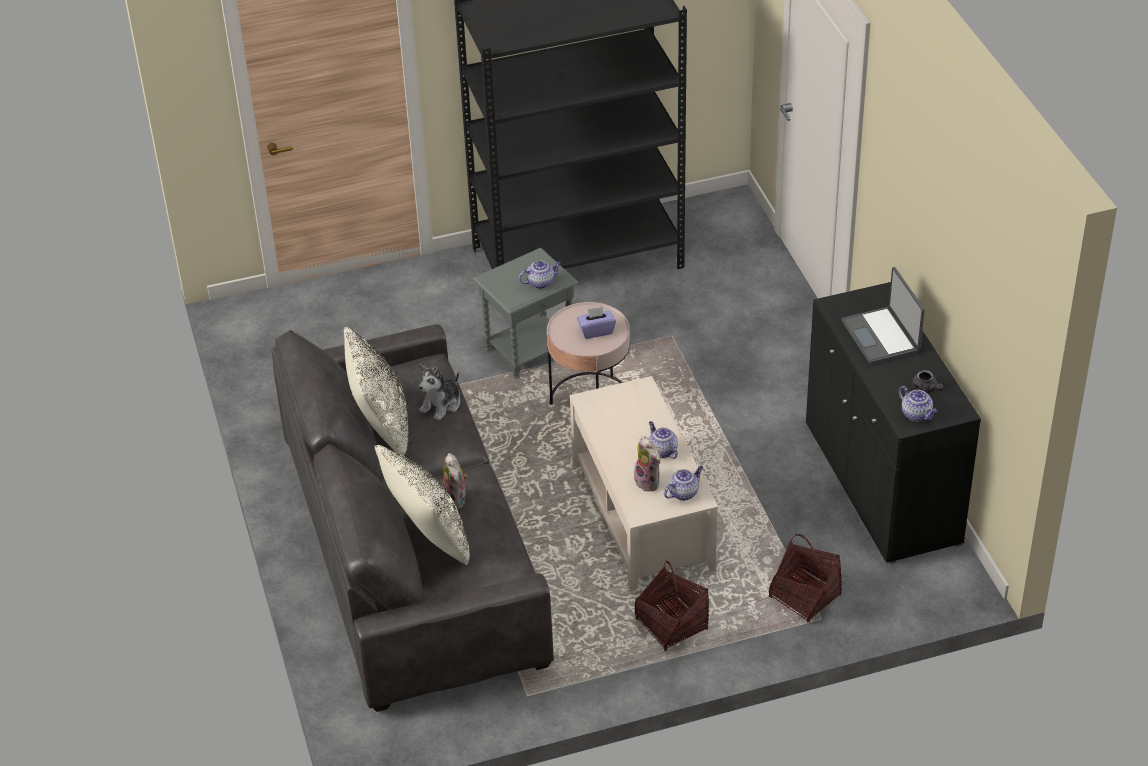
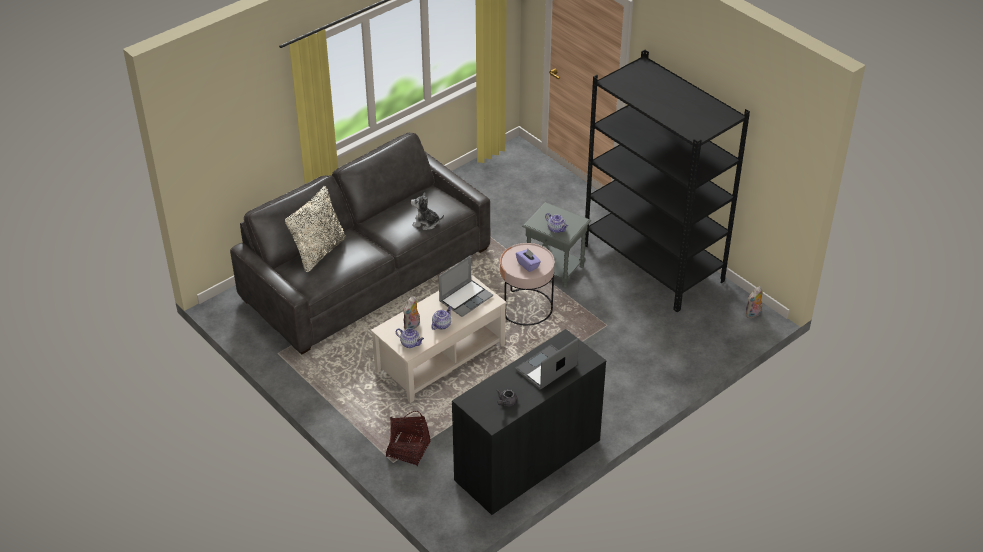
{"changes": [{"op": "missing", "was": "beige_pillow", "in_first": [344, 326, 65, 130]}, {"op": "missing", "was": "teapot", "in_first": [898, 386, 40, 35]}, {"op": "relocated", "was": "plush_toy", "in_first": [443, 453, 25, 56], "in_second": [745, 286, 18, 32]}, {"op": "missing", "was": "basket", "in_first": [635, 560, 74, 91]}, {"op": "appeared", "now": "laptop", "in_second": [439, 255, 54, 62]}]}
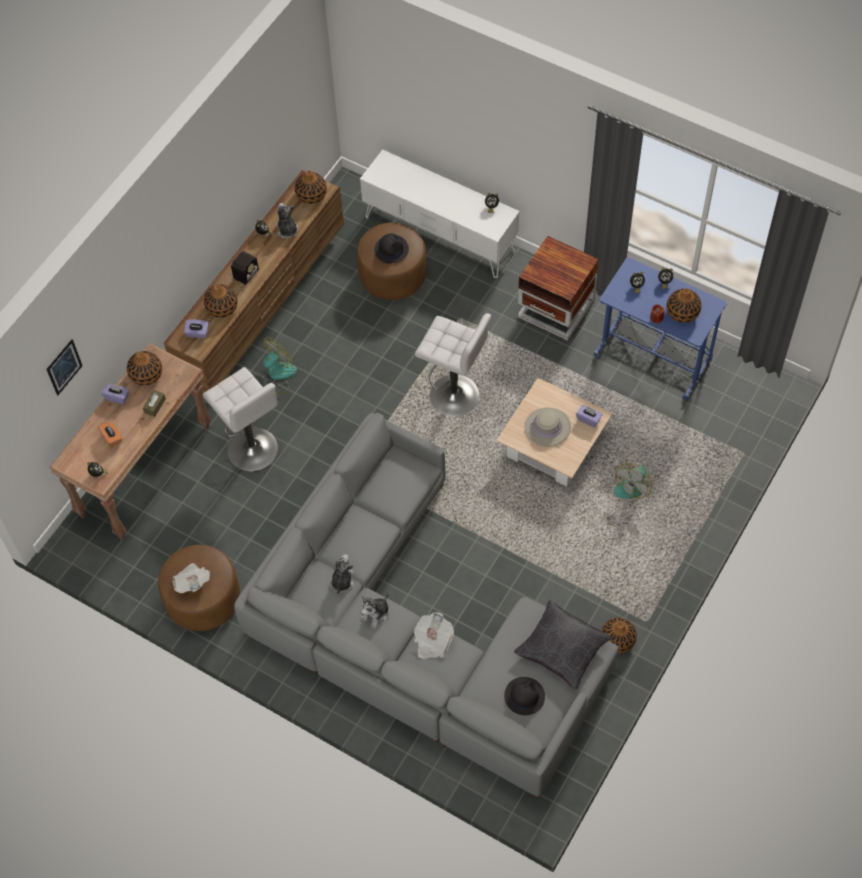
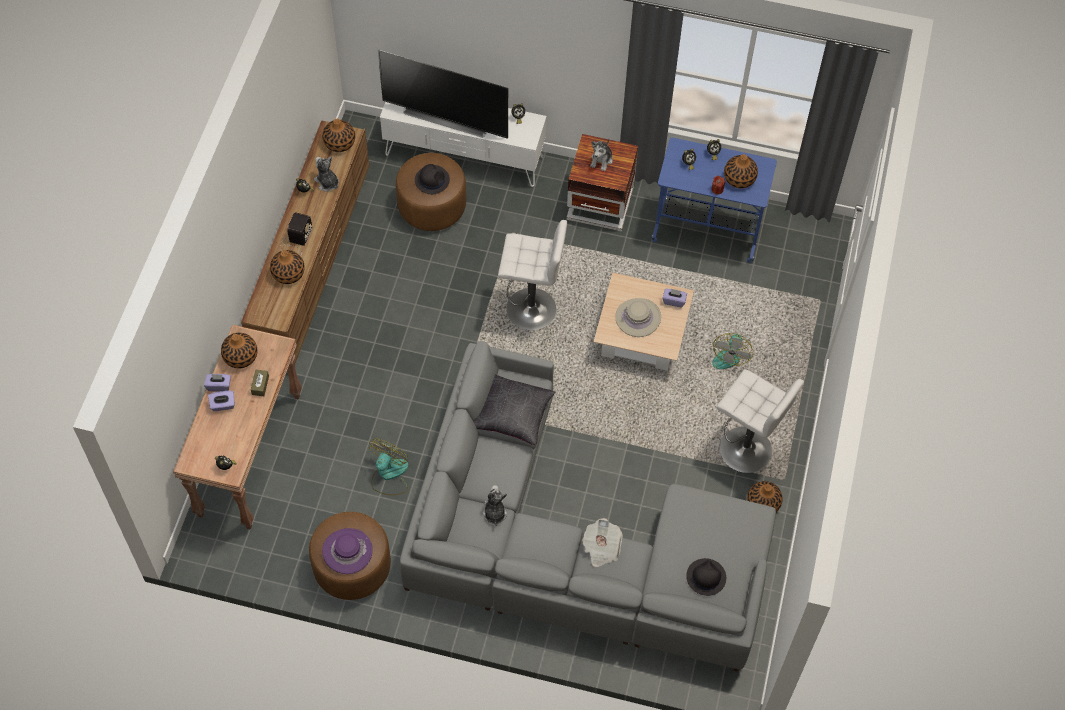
{"changes": [{"op": "relocated", "was": "purple_tissue_box", "in_first": [184, 319, 25, 19], "in_second": [208, 391, 27, 20]}, {"op": "relocated", "was": "fan", "in_first": [258, 337, 39, 57], "in_second": [369, 438, 40, 57]}, {"op": "missing", "was": "picture", "in_first": [46, 339, 37, 56]}, {"op": "relocated", "was": "white_stool", "in_first": [203, 367, 75, 104], "in_second": [717, 369, 87, 104]}, {"op": "missing", "was": "orange_tissue_box", "in_first": [98, 422, 24, 26]}, {"op": "exchanged", "was": "newspaper", "now": "purple_hat", "in_first": [173, 563, 37, 30], "in_second": [322, 528, 51, 46]}, {"op": "relocated", "was": "plush_toy", "in_first": [361, 593, 28, 36], "in_second": [590, 138, 23, 33]}, {"op": "relocated", "was": "black_pillow", "in_first": [514, 600, 98, 90], "in_second": [473, 374, 82, 71]}, {"op": "appeared", "now": "television", "in_second": [378, 49, 130, 90]}]}
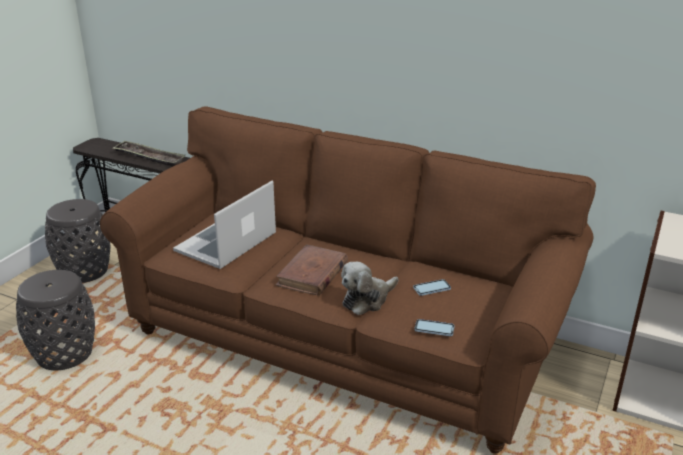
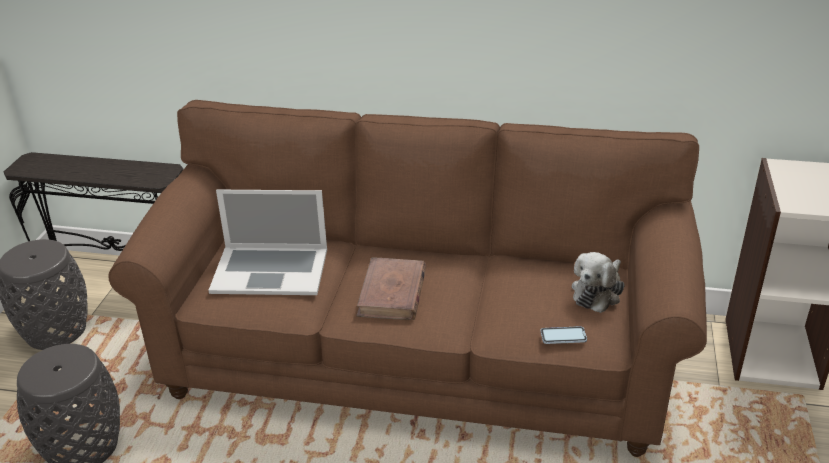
{"changes": [{"op": "missing", "was": "tray", "in_first": [113, 140, 73, 27]}, {"op": "spun", "was": "laptop", "in_first": [173, 181, 103, 88], "in_second": [209, 190, 118, 105], "clockwise": -105}, {"op": "relocated", "was": "plush_toy", "in_first": [341, 262, 57, 53], "in_second": [572, 252, 53, 61]}, {"op": "missing", "was": "phone", "in_first": [413, 279, 38, 17]}]}
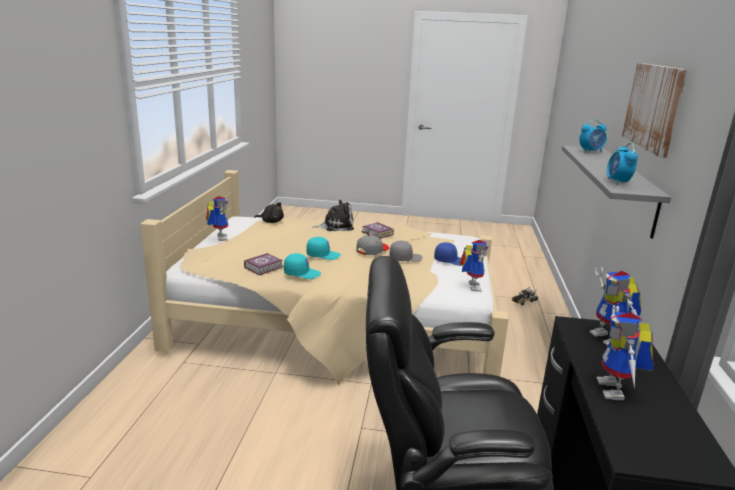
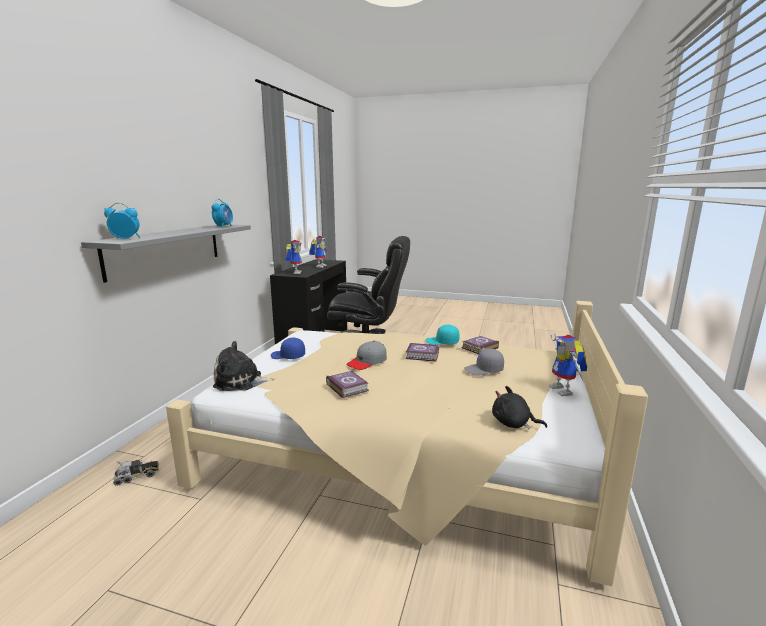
{"changes": [{"op": "missing", "was": "picture", "in_first": [622, 63, 66, 95]}, {"op": "relocated", "was": "plush_toy", "in_first": [312, 200, 42, 31], "in_second": [213, 341, 63, 50]}, {"op": "exchanged", "was": "turquoise_cap", "now": "book", "in_first": [306, 237, 35, 23], "in_second": [406, 343, 33, 19]}, {"op": "missing", "was": "toy_robot", "in_first": [459, 240, 30, 52]}, {"op": "relocated", "was": "grey_cap", "in_first": [390, 241, 33, 21], "in_second": [464, 349, 40, 27]}]}
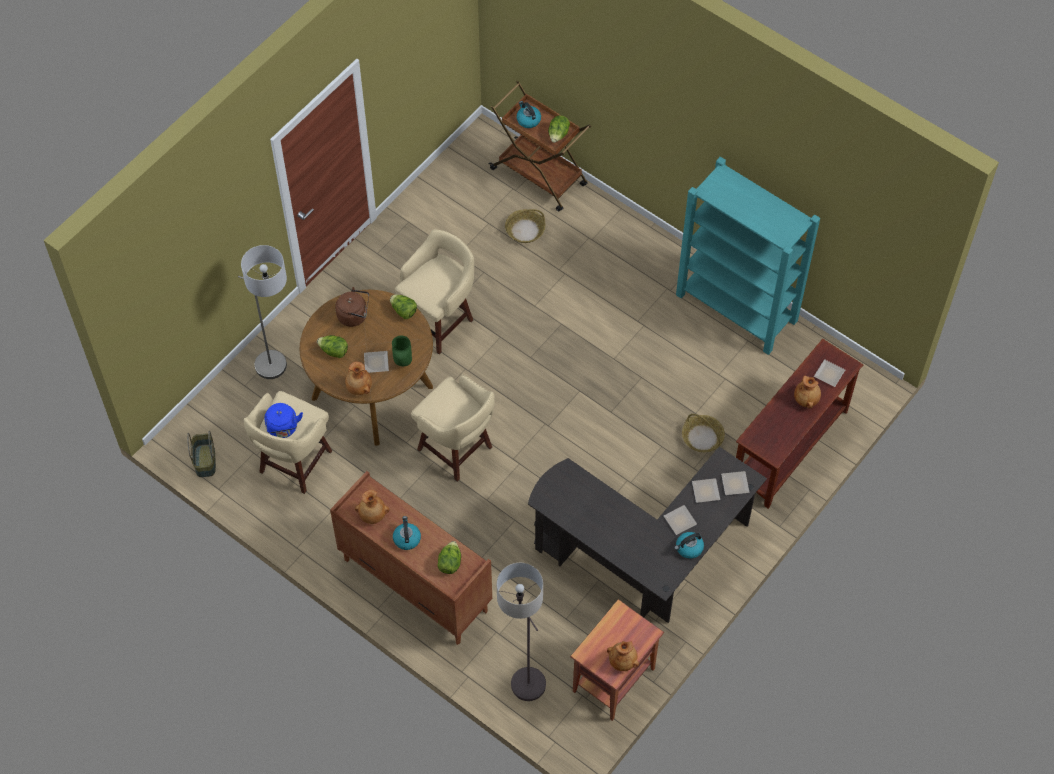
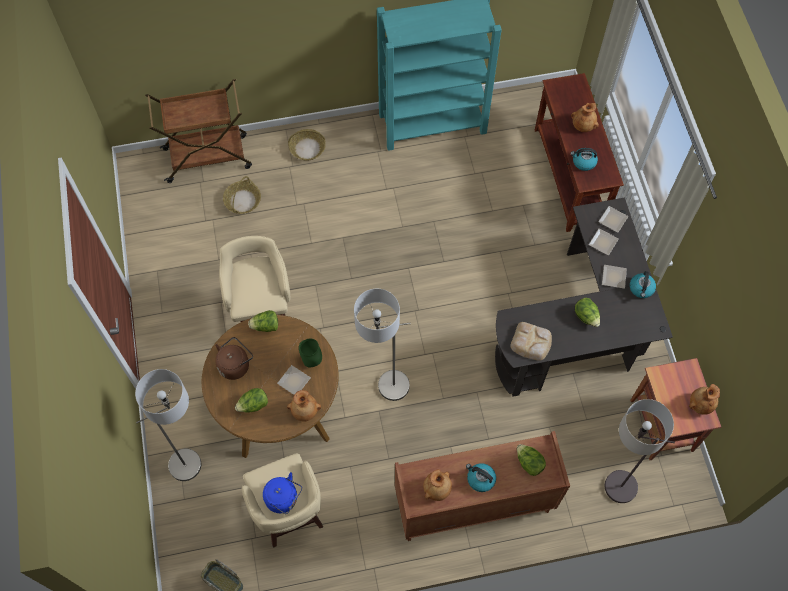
{"changes": [{"op": "relocated", "was": "kettle", "in_first": [516, 101, 25, 27], "in_second": [570, 148, 28, 23]}, {"op": "relocated", "was": "lettuce", "in_first": [548, 115, 22, 28], "in_second": [575, 298, 25, 29]}, {"op": "missing", "was": "plate", "in_first": [814, 359, 31, 28]}, {"op": "exchanged", "was": "beige_stool", "now": "grey_floor_lamp", "in_first": [411, 375, 84, 107], "in_second": [354, 289, 57, 112]}, {"op": "relocated", "was": "basket", "in_first": [682, 414, 43, 38], "in_second": [288, 129, 38, 32]}, {"op": "appeared", "now": "bread", "in_second": [510, 322, 42, 39]}]}
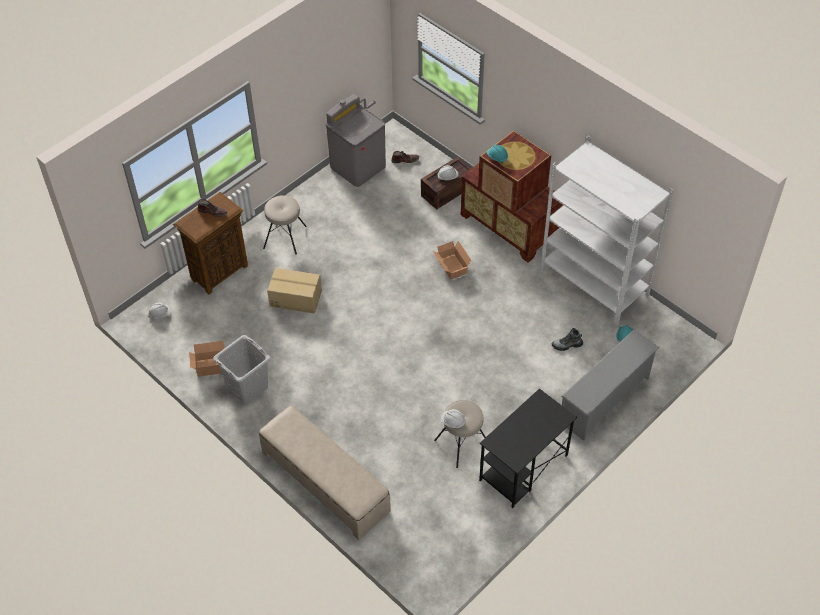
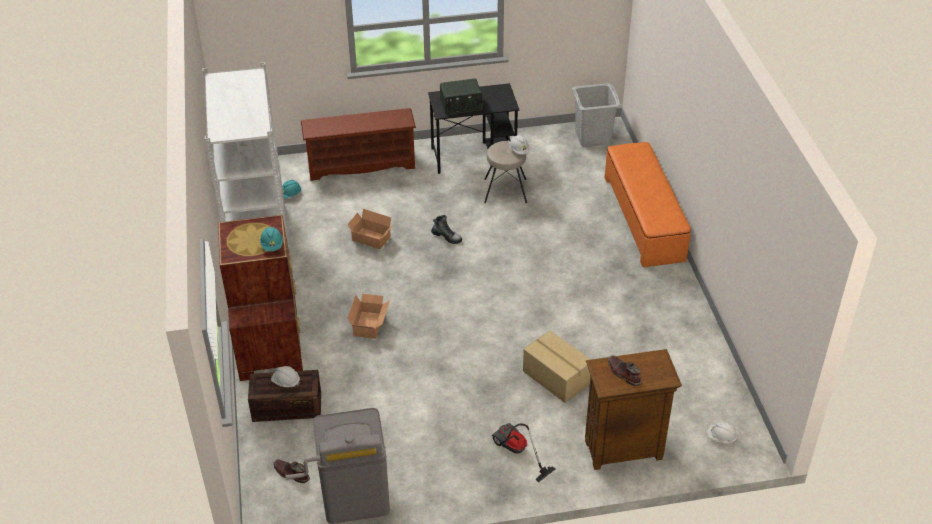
{"changes": [{"op": "exchanged", "was": "beige_stool", "now": "vacuum_cleaner", "in_first": [263, 195, 44, 59], "in_second": [492, 423, 63, 60]}, {"op": "relocated", "was": "boot", "in_first": [552, 328, 31, 23], "in_second": [431, 215, 31, 29]}, {"op": "colour", "was": "grey_shoe_rack", "now": "brown_shoe_rack", "in_first": [561, 330, 98, 111], "in_second": [301, 108, 115, 73]}, {"op": "relocated", "was": "grey_laundry_basket", "in_first": [213, 335, 58, 69], "in_second": [572, 83, 49, 64]}, {"op": "relocated", "was": "cardboard_box", "in_first": [189, 341, 36, 36], "in_second": [347, 209, 46, 40]}, {"op": "colour", "was": "beige_bench", "now": "orange_bench", "in_first": [259, 406, 132, 134], "in_second": [605, 142, 86, 125]}, {"op": "appeared", "now": "radio", "in_second": [440, 78, 42, 37]}]}
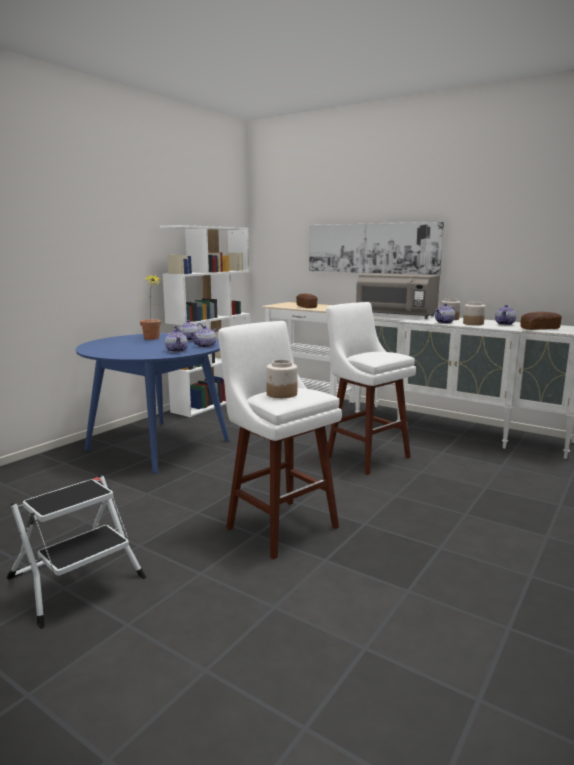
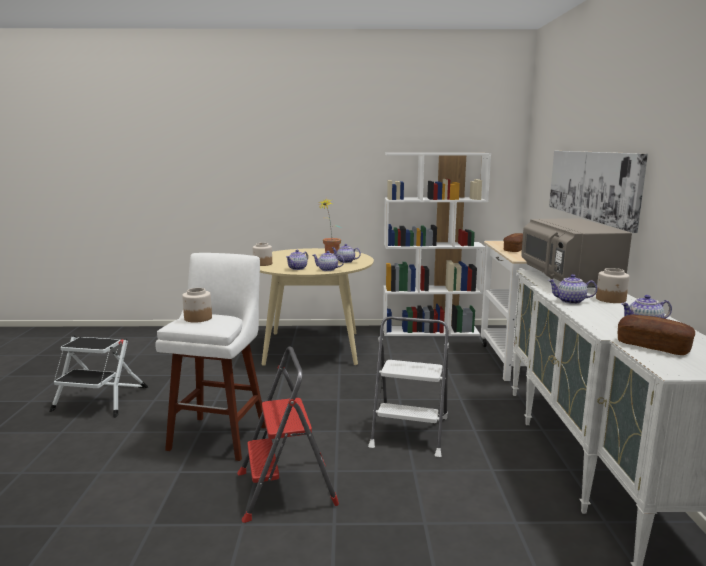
{"changes": [{"op": "exchanged", "was": "white_stool", "now": "white_step_ladder", "in_first": [326, 302, 90, 173], "in_second": [368, 316, 81, 141]}, {"op": "relocated", "was": "jar", "in_first": [463, 302, 22, 23], "in_second": [253, 243, 19, 23]}, {"op": "colour", "was": "blue_dining_table", "now": "beige_dining_table", "in_first": [75, 333, 154, 141], "in_second": [260, 248, 114, 118]}, {"op": "appeared", "now": "red_step_ladder", "in_second": [237, 346, 102, 177]}]}
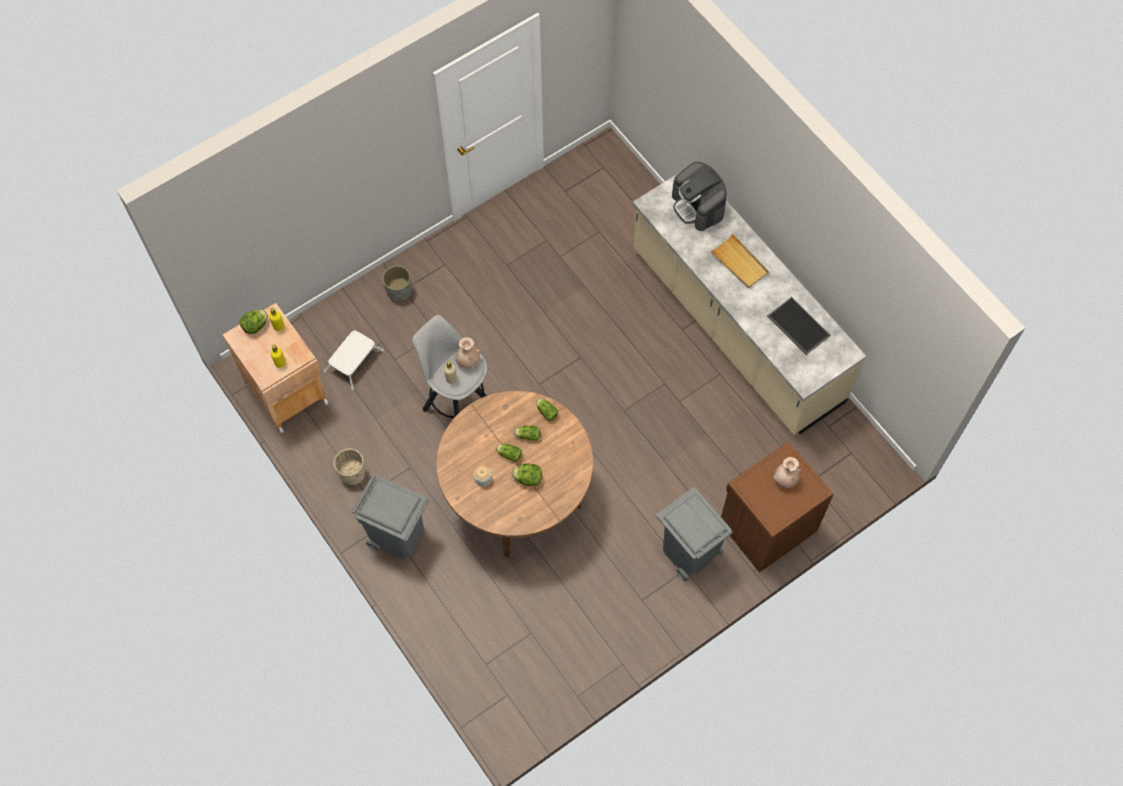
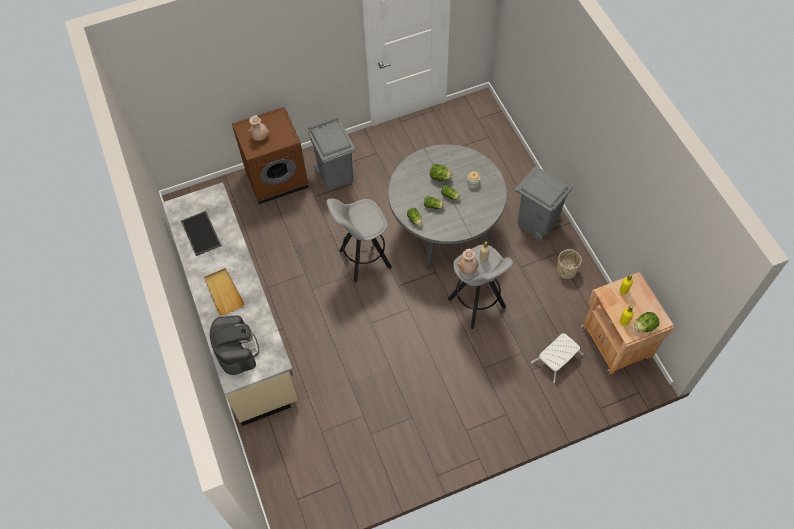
{"changes": [{"op": "missing", "was": "grey_planter", "in_first": [382, 265, 30, 37]}, {"op": "colour", "was": "brown_dining_table", "now": "grey_dining_table", "in_first": [436, 391, 157, 166], "in_second": [388, 144, 119, 125]}, {"op": "appeared", "now": "grey_stool", "in_second": [326, 198, 66, 85]}]}
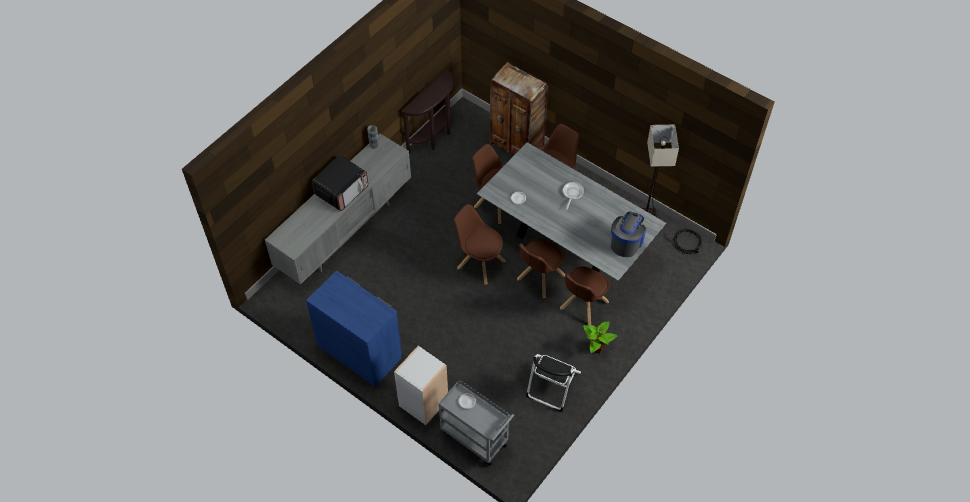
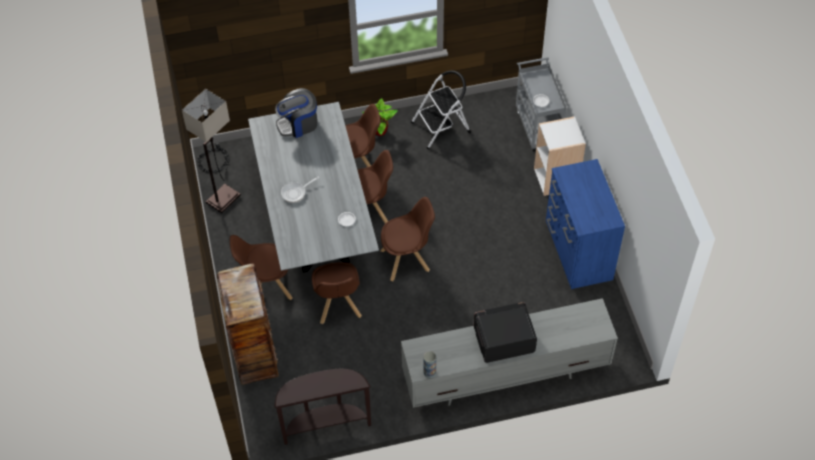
{"changes": [{"op": "spun", "was": "brown_chair", "in_first": [454, 204, 52, 81], "in_second": [380, 197, 55, 84], "clockwise": -90}]}
